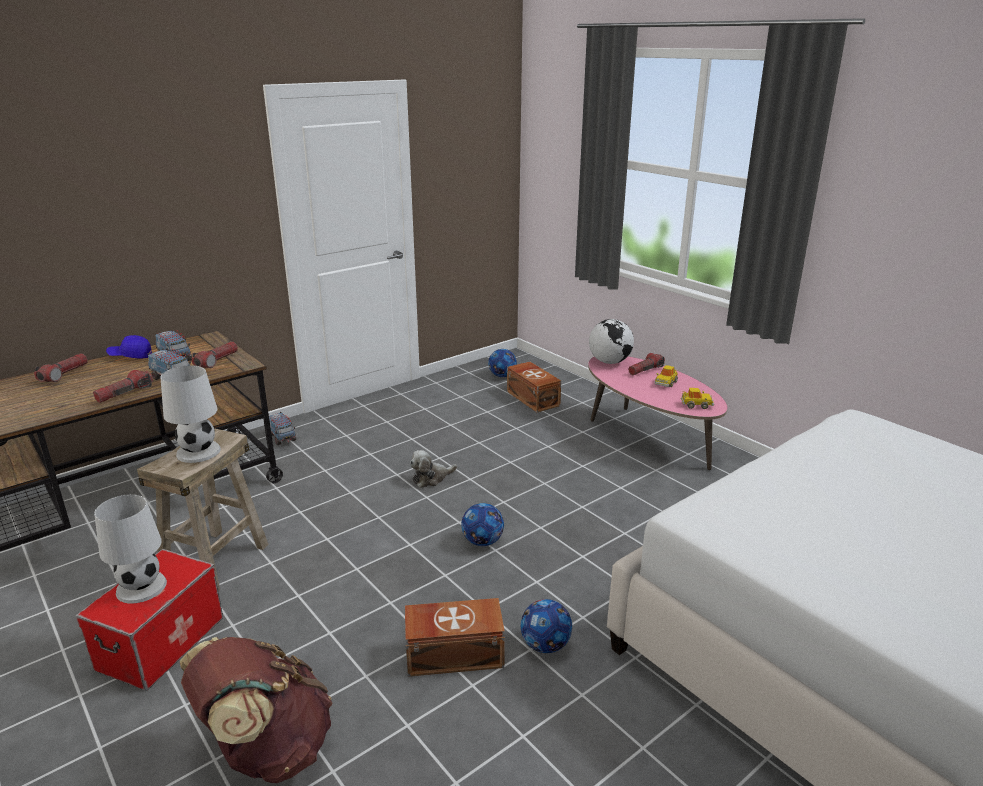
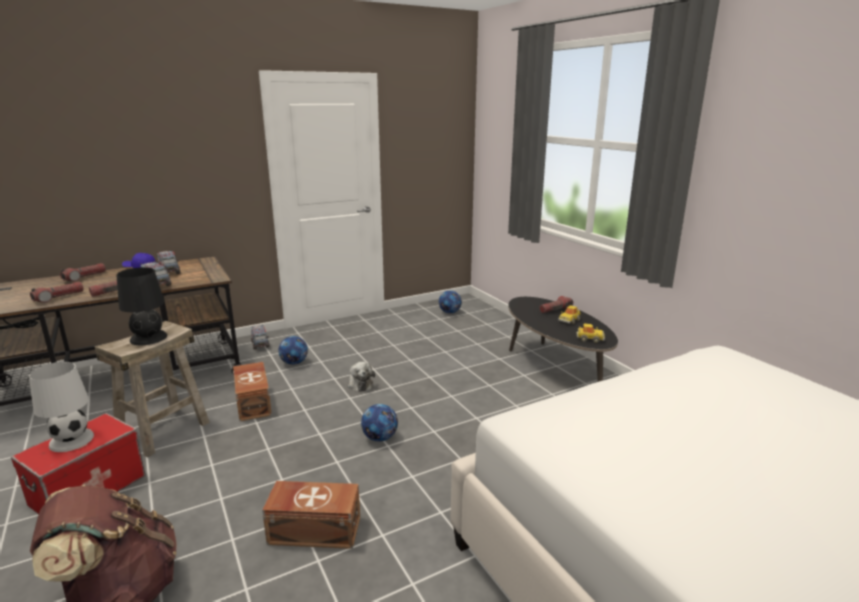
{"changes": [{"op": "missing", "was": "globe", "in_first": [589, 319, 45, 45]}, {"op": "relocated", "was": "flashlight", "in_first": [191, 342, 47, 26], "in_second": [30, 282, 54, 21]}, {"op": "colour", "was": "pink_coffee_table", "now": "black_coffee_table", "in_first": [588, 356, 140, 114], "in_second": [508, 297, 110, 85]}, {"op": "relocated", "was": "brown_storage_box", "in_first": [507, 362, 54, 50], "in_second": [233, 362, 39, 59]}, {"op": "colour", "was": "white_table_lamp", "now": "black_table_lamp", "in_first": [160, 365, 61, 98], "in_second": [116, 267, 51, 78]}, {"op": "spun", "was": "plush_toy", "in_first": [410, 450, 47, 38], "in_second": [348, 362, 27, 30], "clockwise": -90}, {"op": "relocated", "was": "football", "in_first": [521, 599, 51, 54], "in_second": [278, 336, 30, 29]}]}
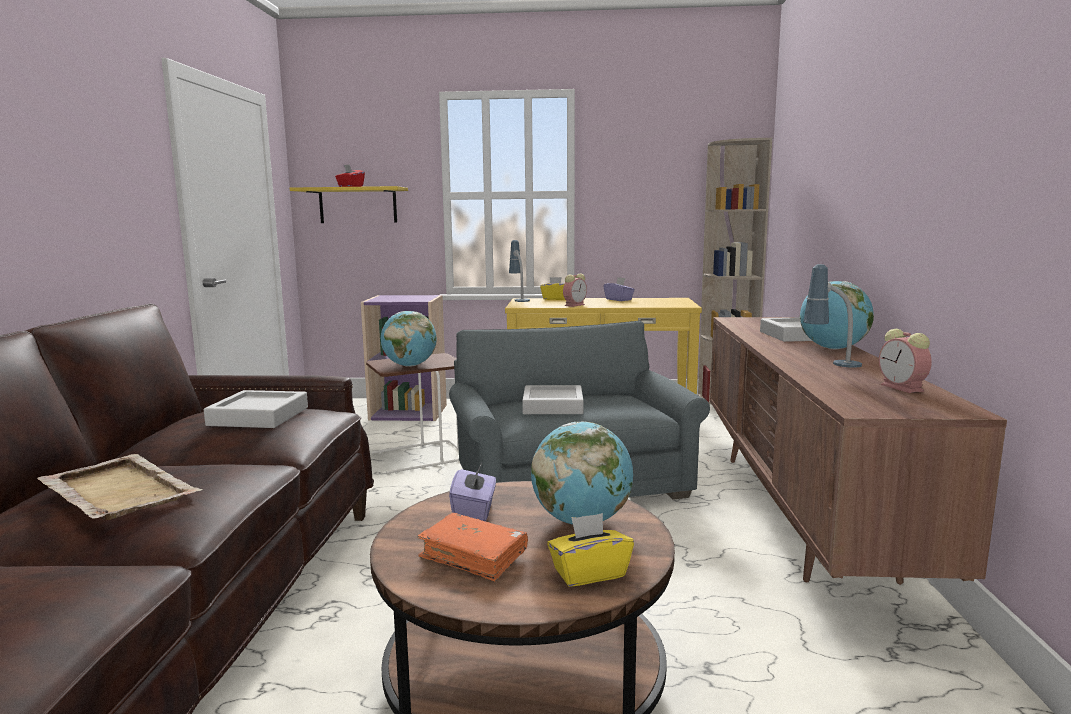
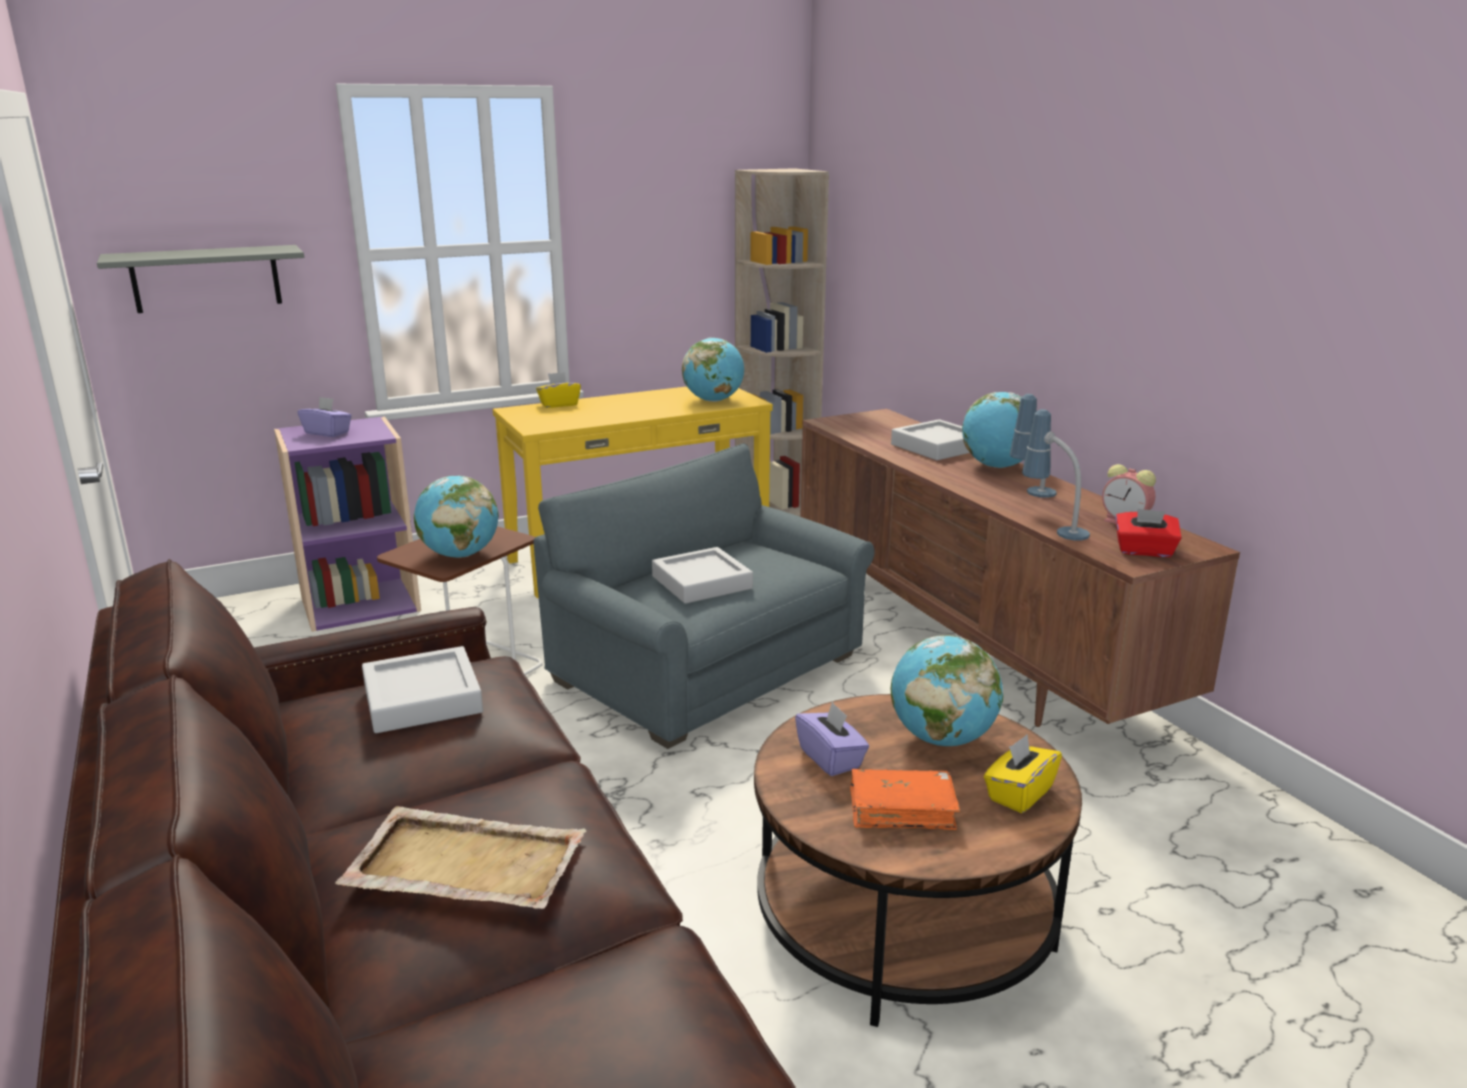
{"changes": [{"op": "relocated", "was": "red_tissue_box", "in_first": [335, 164, 30, 23], "in_second": [1115, 508, 67, 49]}, {"op": "colour", "was": "yellow_shelf", "now": "grey_shelf", "in_first": [290, 186, 118, 37], "in_second": [97, 245, 207, 68]}, {"op": "relocated", "was": "table_lamp", "in_first": [509, 240, 21, 62], "in_second": [1022, 409, 68, 131]}, {"op": "missing", "was": "alarm_clock", "in_first": [563, 273, 24, 34]}, {"op": "relocated", "was": "purple_tissue_box", "in_first": [603, 277, 32, 24], "in_second": [298, 397, 54, 40]}, {"op": "appeared", "now": "globe", "in_second": [682, 338, 62, 64]}]}
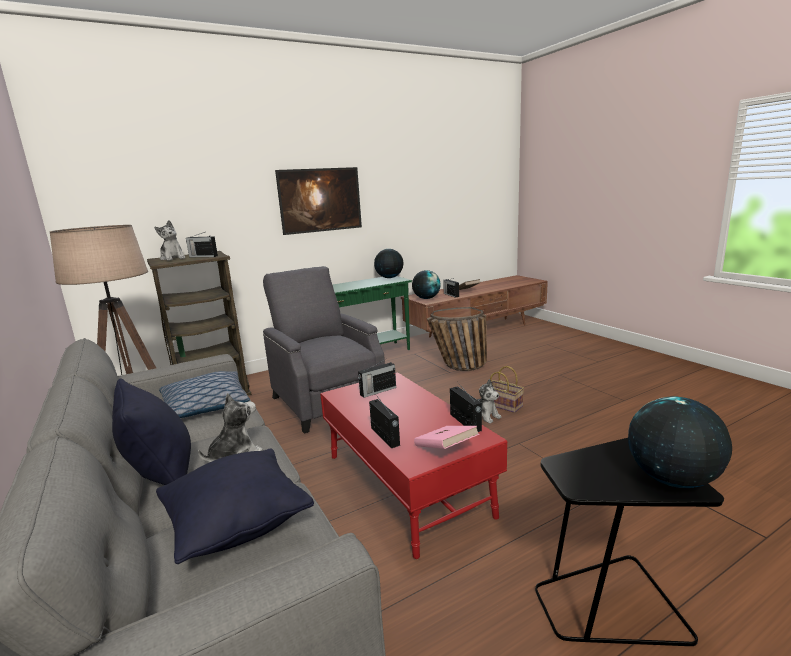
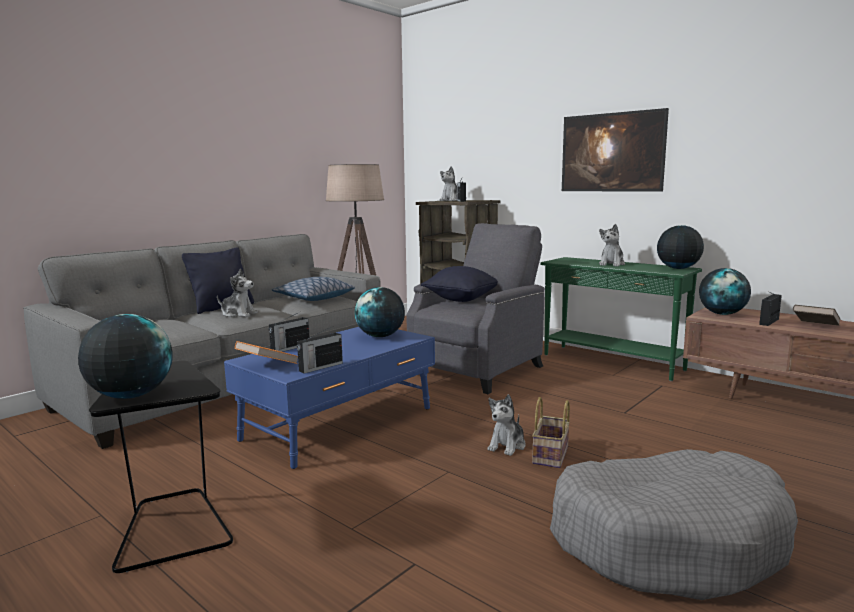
{"changes": [{"op": "missing", "was": "basket", "in_first": [427, 307, 60, 64]}, {"op": "exchanged", "was": "radio", "now": "globe", "in_first": [358, 359, 38, 39], "in_second": [355, 287, 50, 50]}, {"op": "colour", "was": "red_coffee_table", "now": "blue_coffee_table", "in_first": [320, 372, 187, 187], "in_second": [224, 327, 211, 142]}, {"op": "colour", "was": "pink_book", "now": "orange_book", "in_first": [414, 426, 66, 23], "in_second": [235, 341, 63, 23]}, {"op": "relocated", "was": "black_pillow", "in_first": [156, 448, 158, 116], "in_second": [421, 266, 77, 36]}, {"op": "appeared", "now": "plush_toy", "in_second": [599, 224, 26, 42]}, {"op": "appeared", "now": "grey_dog_bed", "in_second": [550, 449, 248, 151]}]}
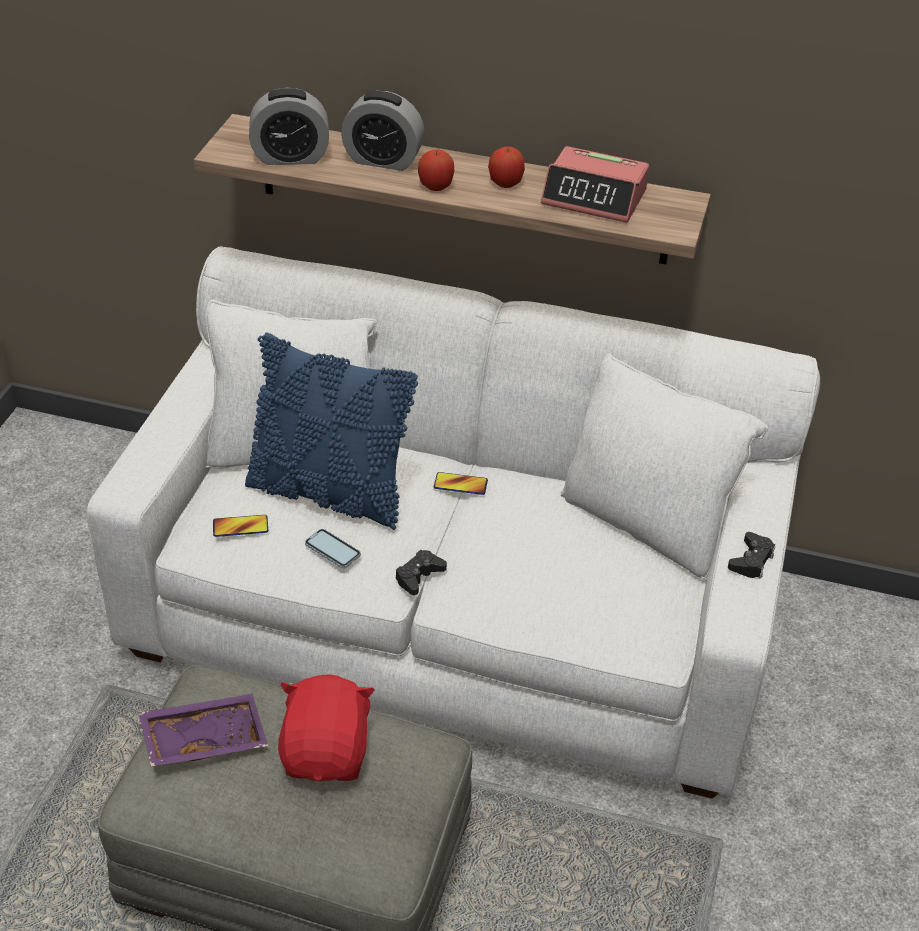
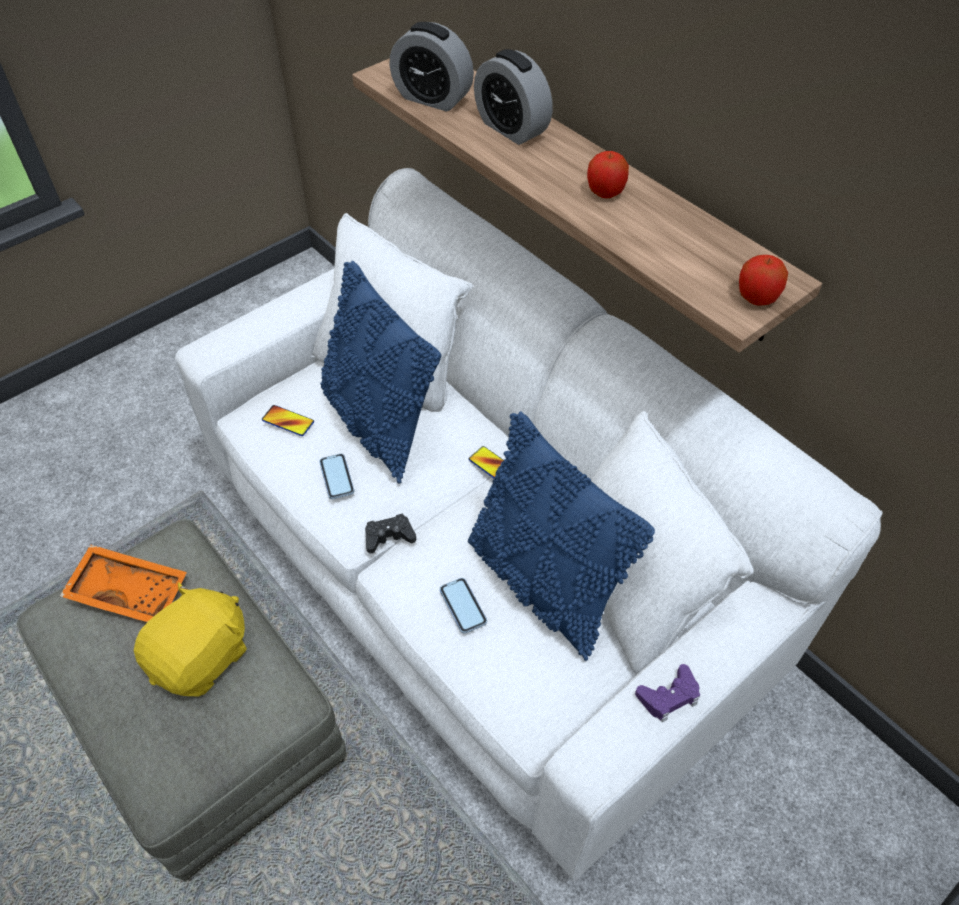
{"changes": [{"op": "missing", "was": "alarm_clock", "in_first": [541, 146, 108, 77]}, {"op": "relocated", "was": "apple", "in_first": [418, 149, 36, 42], "in_second": [739, 255, 49, 50]}, {"op": "colour", "was": "black_game_controller", "now": "purple_game_controller", "in_first": [728, 532, 47, 47], "in_second": [635, 664, 65, 58]}, {"op": "colour", "was": "red_plush_toy", "now": "yellow_plush_toy", "in_first": [278, 674, 97, 108], "in_second": [134, 582, 113, 115]}, {"op": "colour", "was": "purple_tray", "now": "orange_tray", "in_first": [139, 694, 129, 72], "in_second": [60, 545, 127, 77]}, {"op": "appeared", "now": "blue_pillow", "in_second": [468, 412, 187, 249]}, {"op": "appeared", "now": "phone", "in_second": [440, 578, 47, 56]}]}
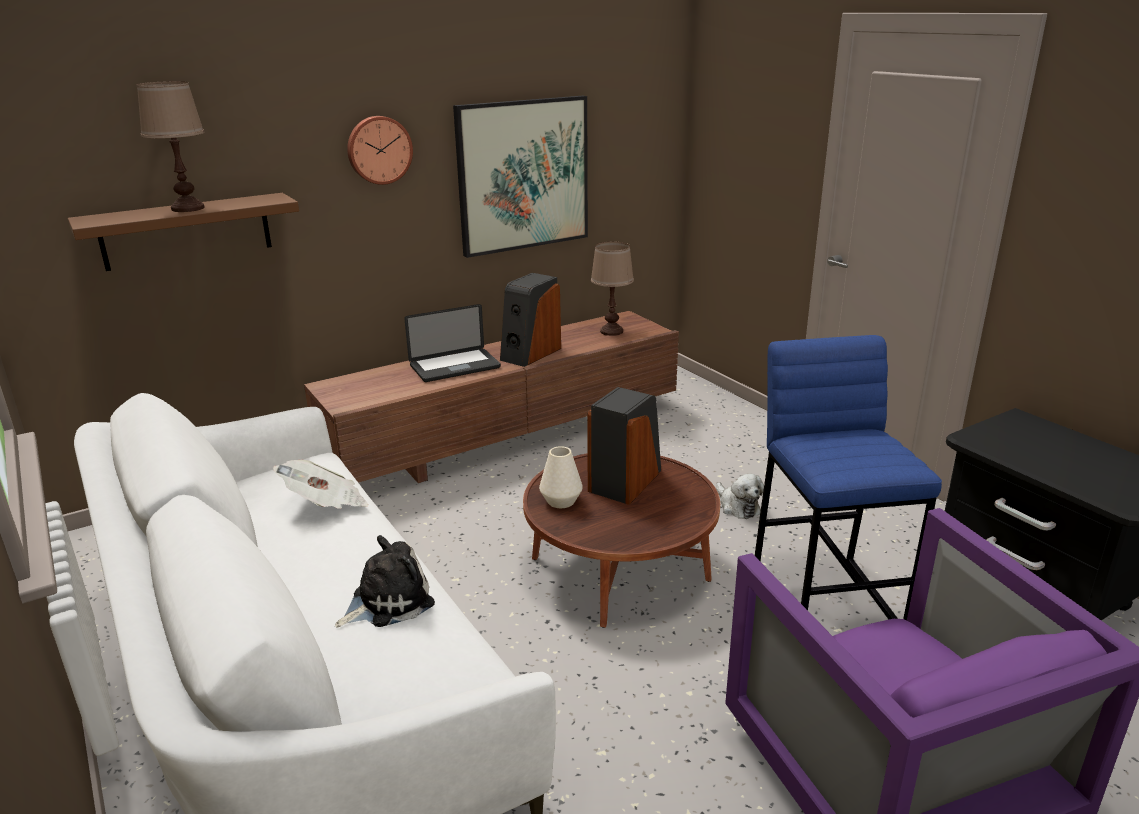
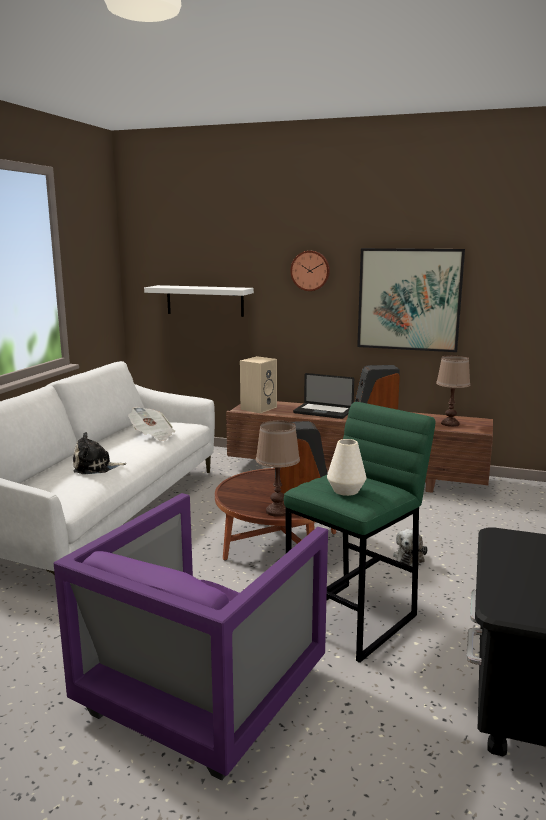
{"changes": [{"op": "relocated", "was": "brown_table_lamp", "in_first": [137, 81, 68, 131], "in_second": [256, 420, 44, 97]}, {"op": "colour", "was": "brown_shelf", "now": "white_shelf", "in_first": [68, 193, 231, 78], "in_second": [144, 285, 110, 32]}, {"op": "colour", "was": "blue_stool", "now": "green_stool", "in_first": [755, 335, 187, 285], "in_second": [284, 402, 151, 261]}, {"op": "relocated", "was": "white_vase", "in_first": [539, 446, 44, 62], "in_second": [327, 439, 39, 57]}, {"op": "spun", "was": "plush_toy", "in_first": [335, 535, 100, 93], "in_second": [73, 432, 54, 42], "clockwise": 150}, {"op": "appeared", "now": "beige_speaker", "in_second": [240, 356, 37, 57]}]}
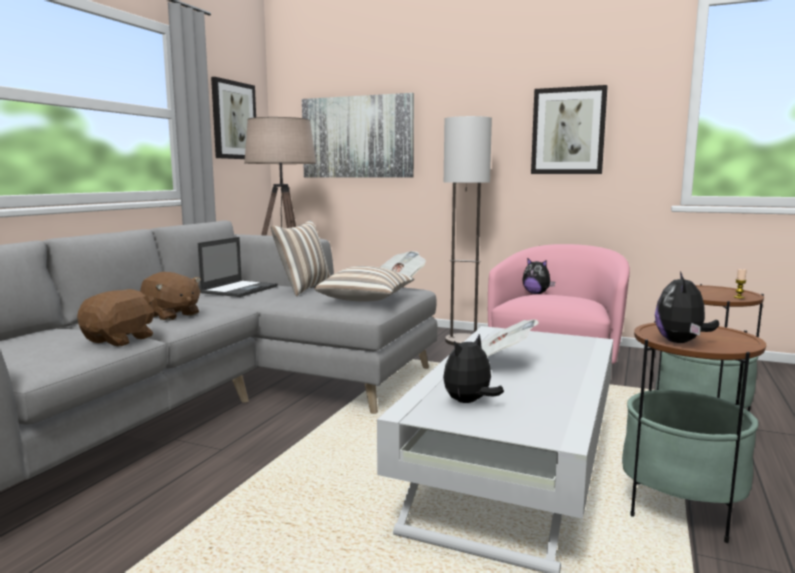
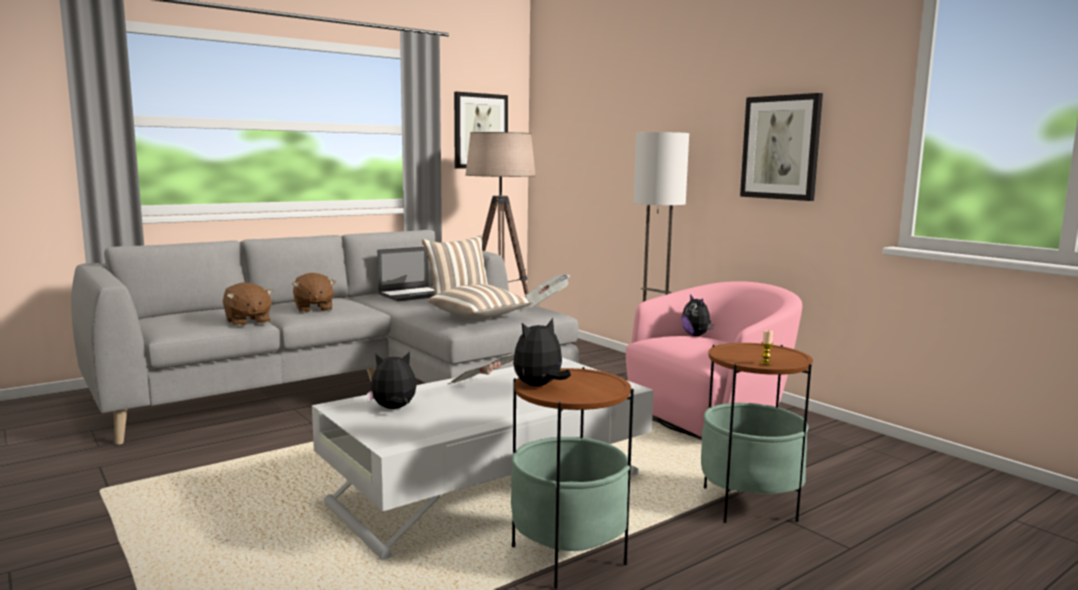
{"changes": [{"op": "missing", "was": "picture", "in_first": [302, 93, 112, 85]}, {"op": "spun", "was": "brown_plush_toy", "in_first": [77, 289, 77, 57], "in_second": [223, 282, 51, 44], "clockwise": 90}]}
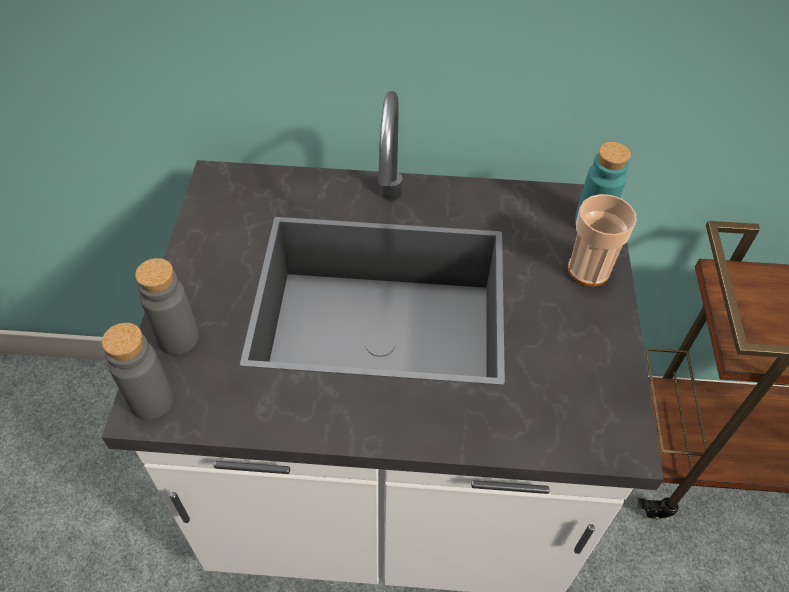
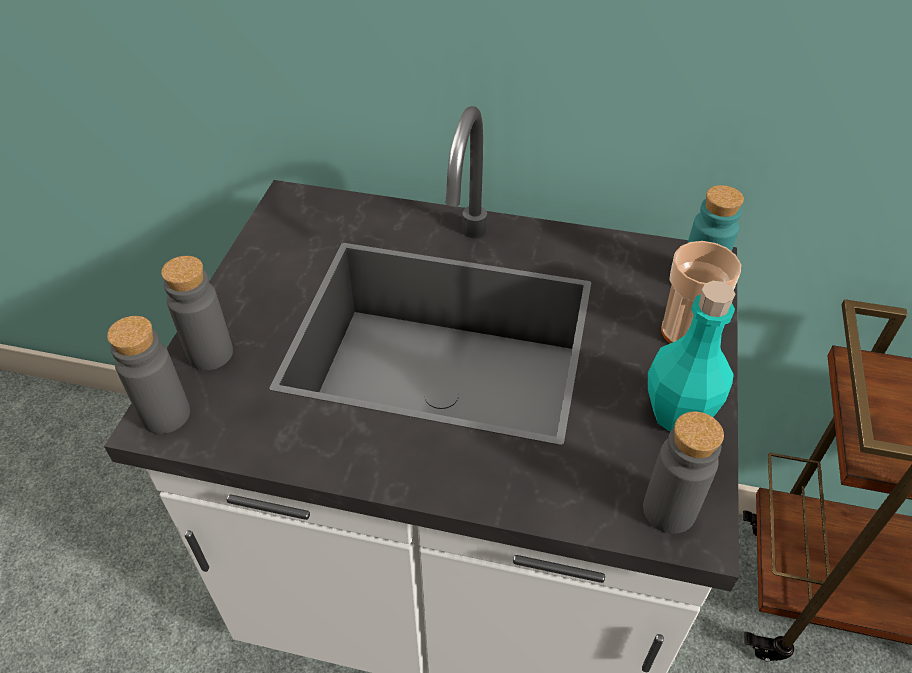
{"changes": [{"op": "appeared", "now": "turquoise_bottle", "in_second": [648, 281, 87, 151]}, {"op": "appeared", "now": "grey_bottle", "in_second": [643, 411, 81, 123]}]}
